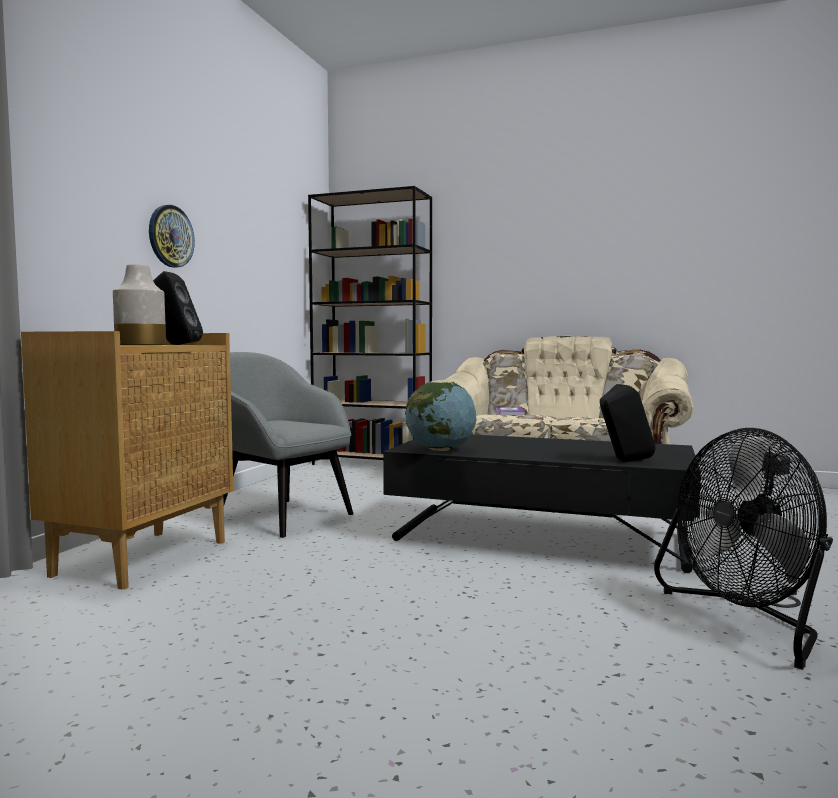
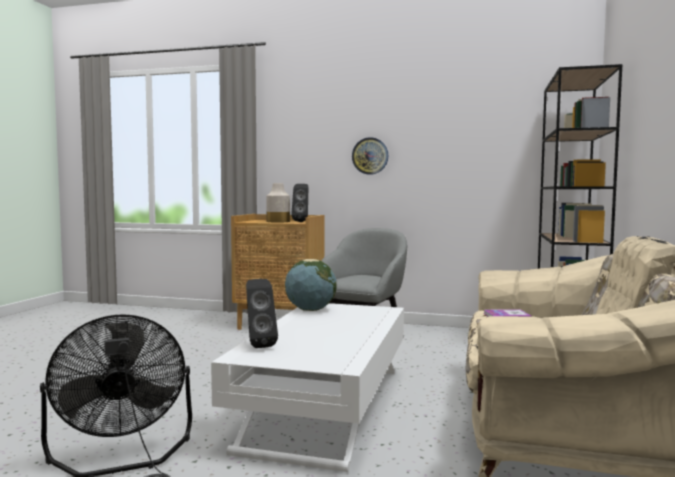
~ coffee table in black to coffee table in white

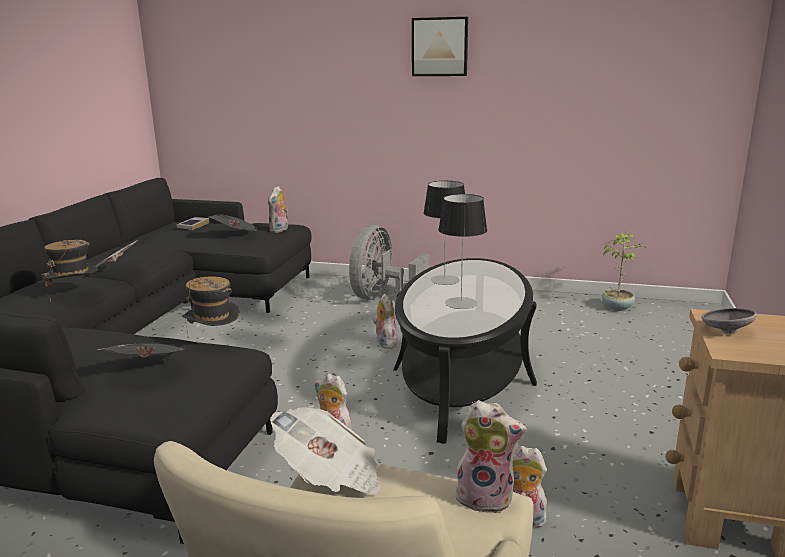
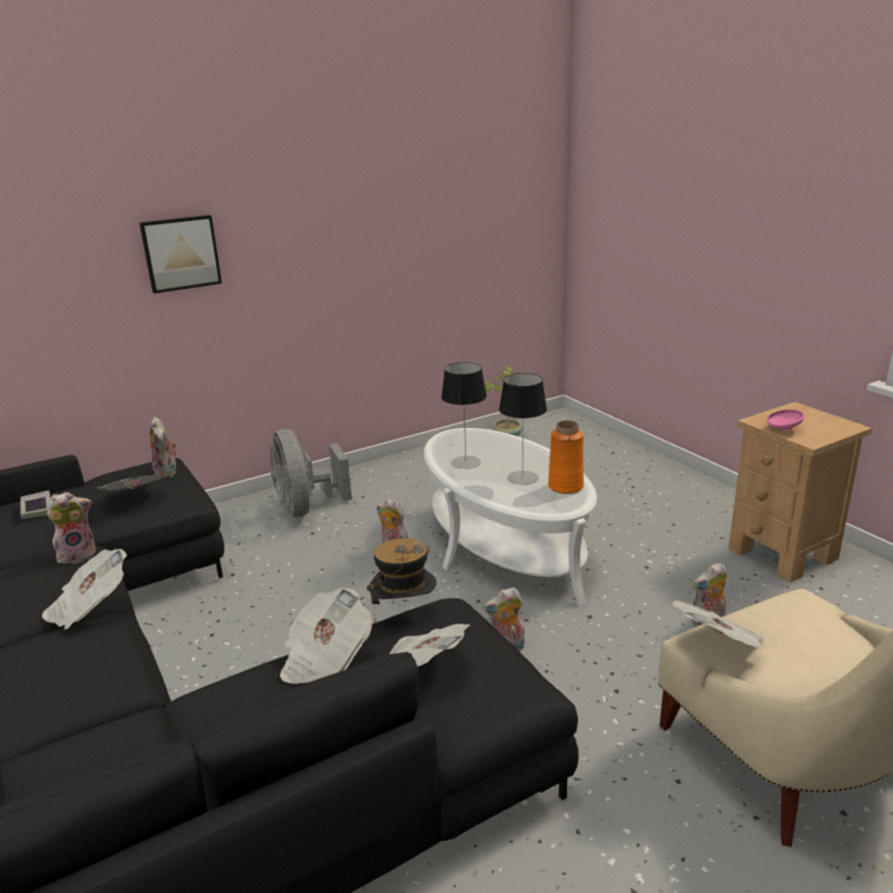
~ picture
- hat (1st from left)
~ coffee table in black to coffee table in white
~ bowl in grey to bowl in pink
~ plush toy (4th from left in the first image) to plush toy (1st from left)
+ vase in orange
+ newspaper (3rd from left)

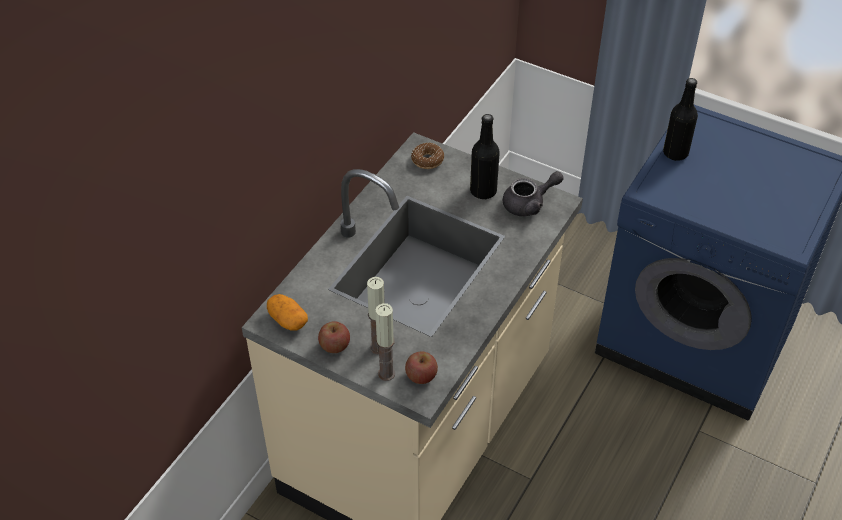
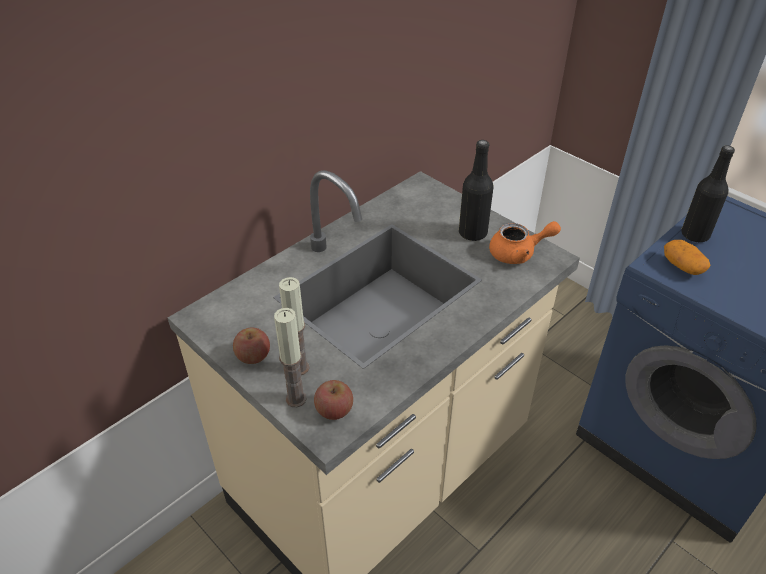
- donut
~ teapot in grey to teapot in orange
~ potato

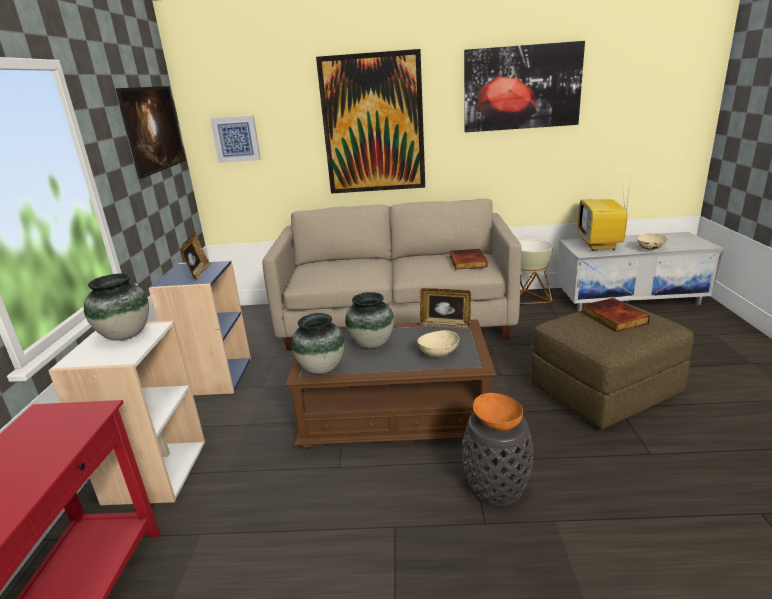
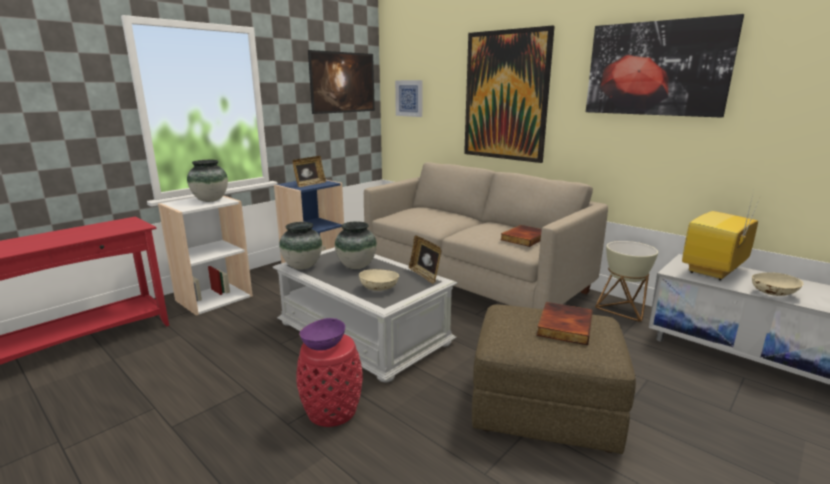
~ coffee table in brown to coffee table in white
~ bowl in orange to bowl in purple
~ stool in grey to stool in red

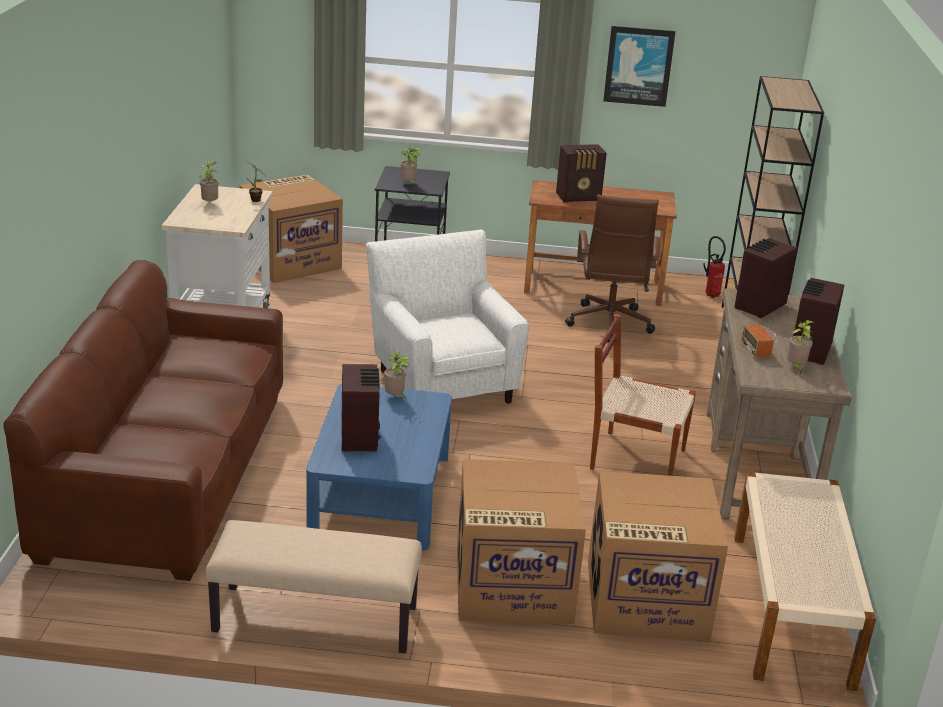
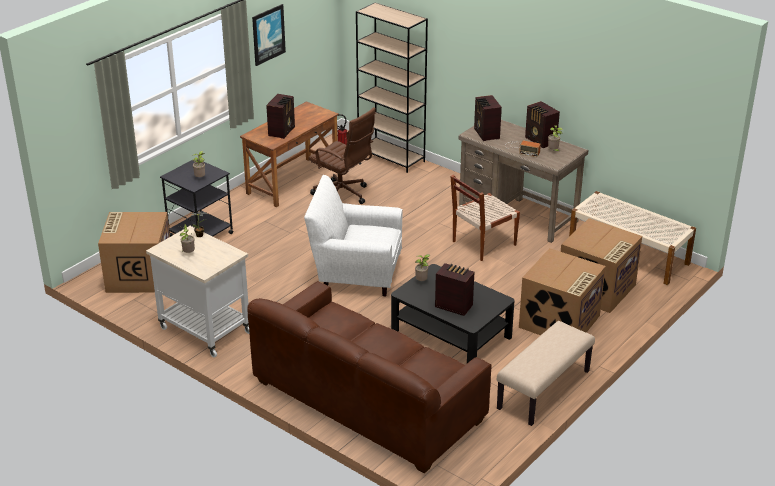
~ coffee table in blue to coffee table in black

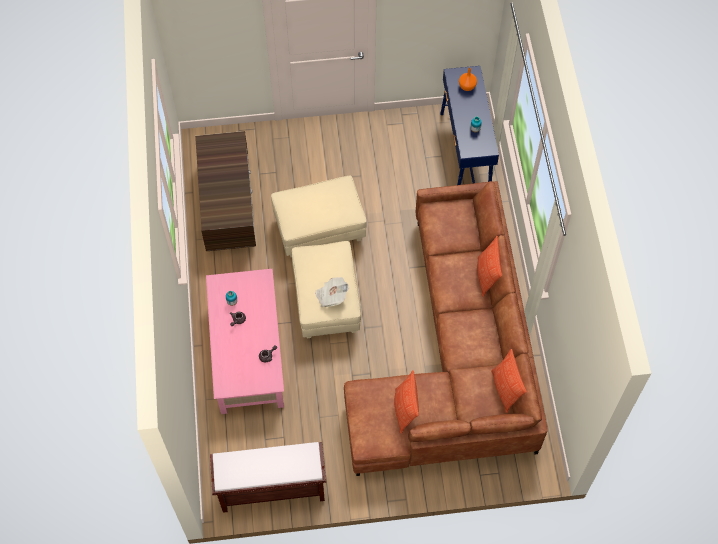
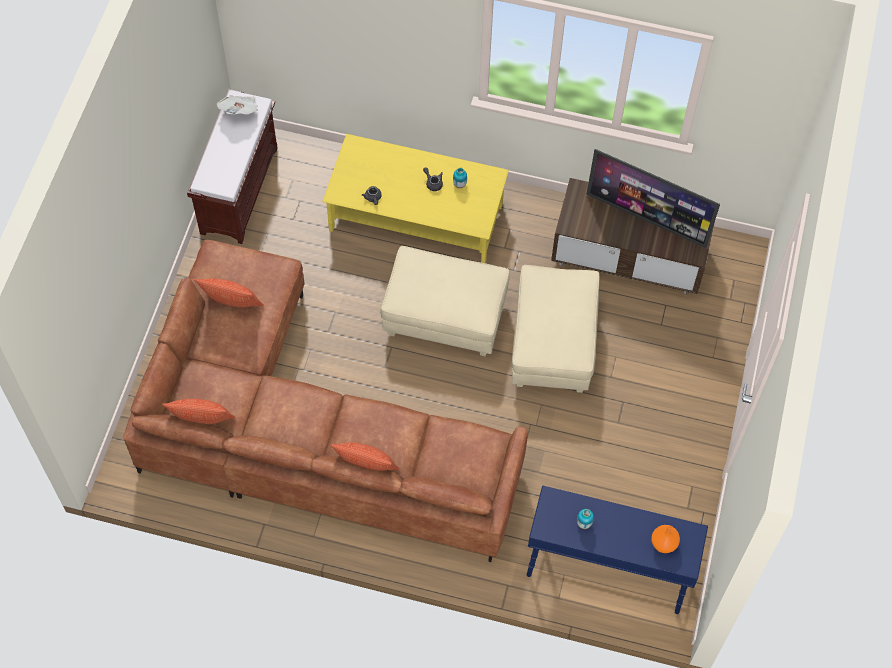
~ coffee table in pink to coffee table in yellow
~ newspaper
+ television

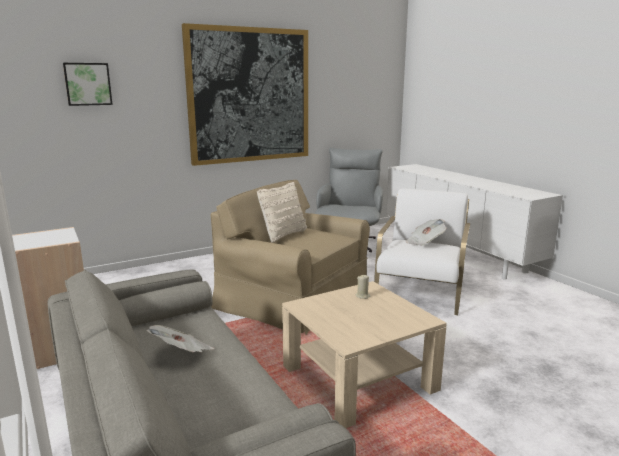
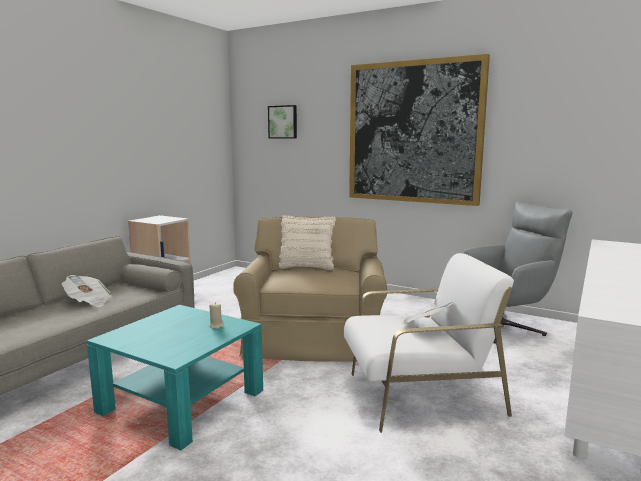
~ coffee table in beige to coffee table in turquoise

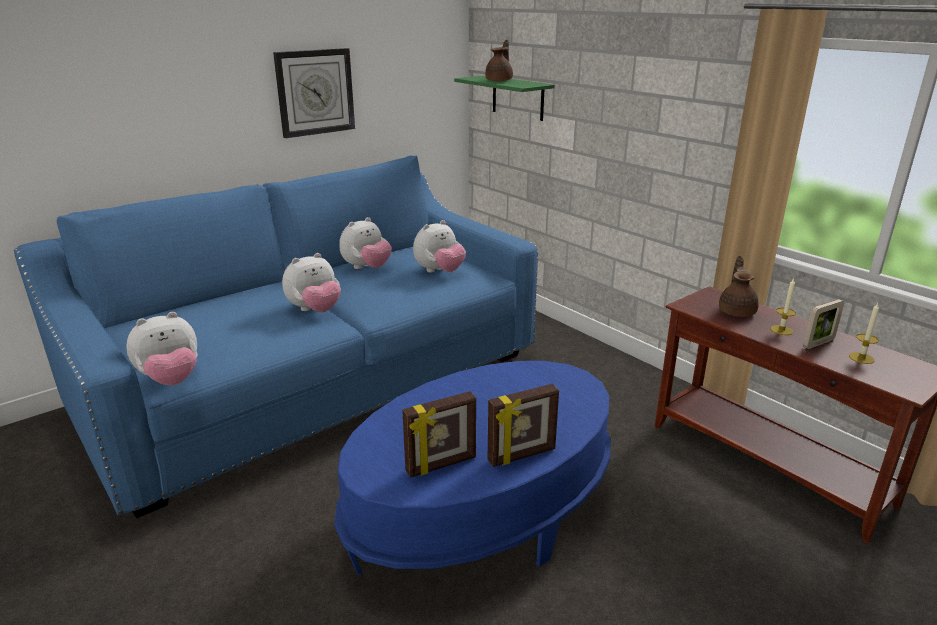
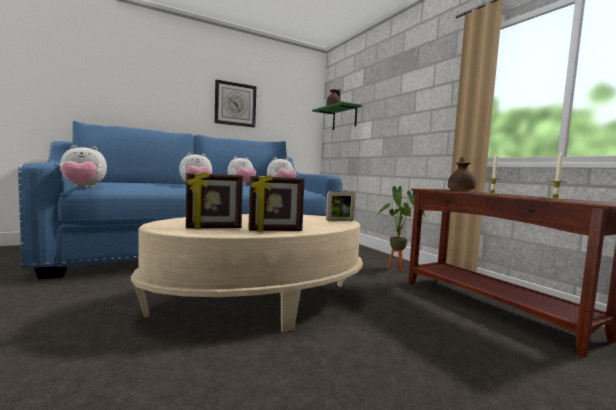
~ picture frame (3rd from left)
~ coffee table in blue to coffee table in beige
+ potted plant

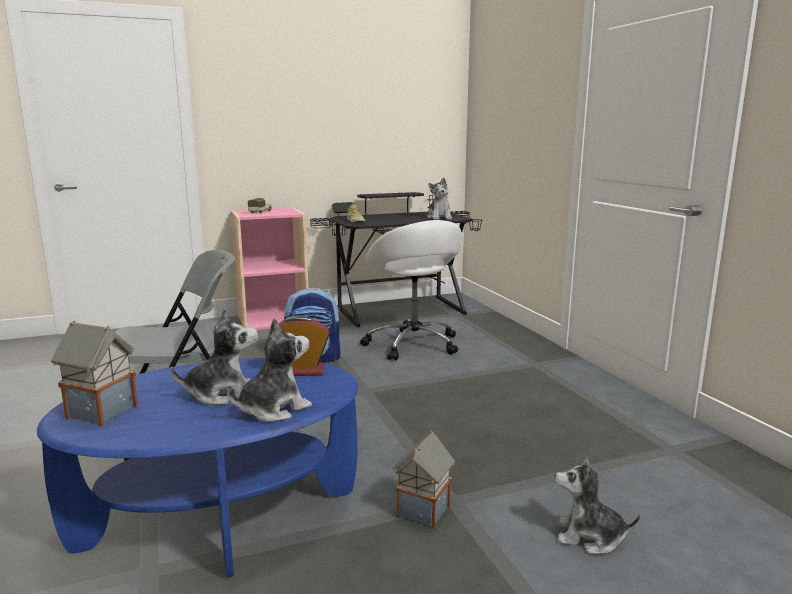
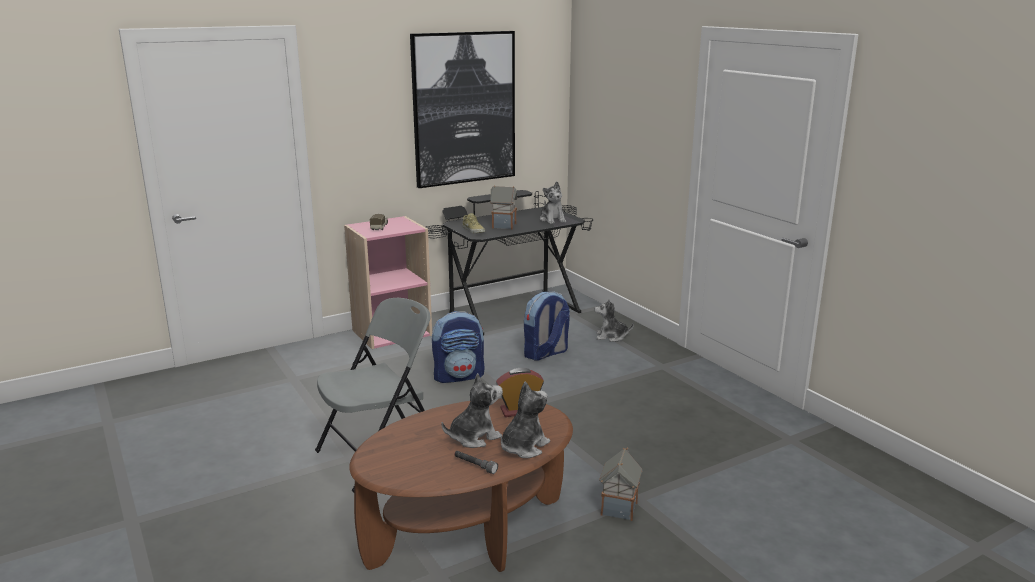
~ office chair in white to backpack (2nd from left)
~ toy house (1st from left)
~ coffee table in blue to coffee table in brown
~ plush toy (4th from left)
+ picture
+ flashlight in grey

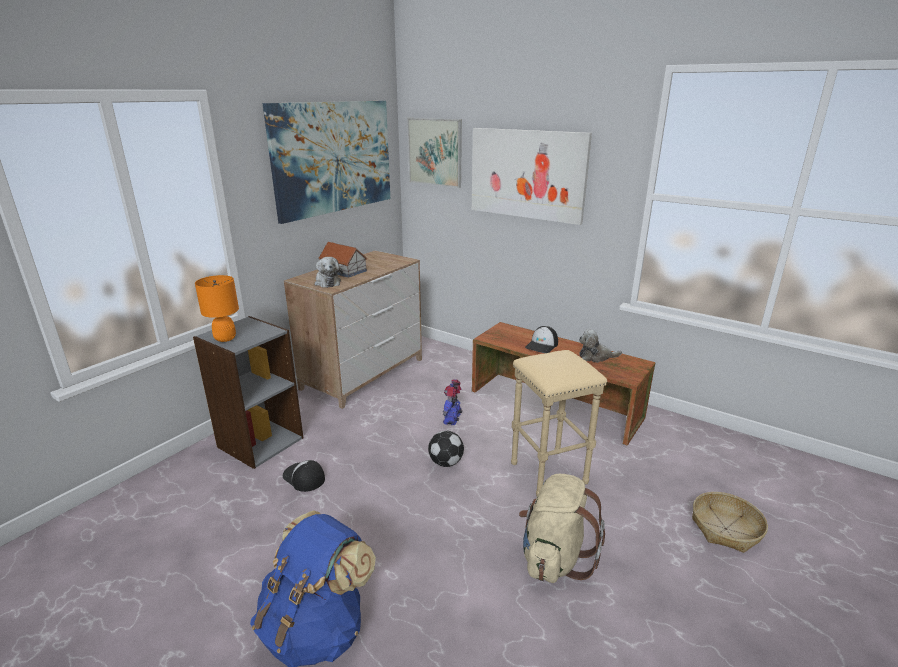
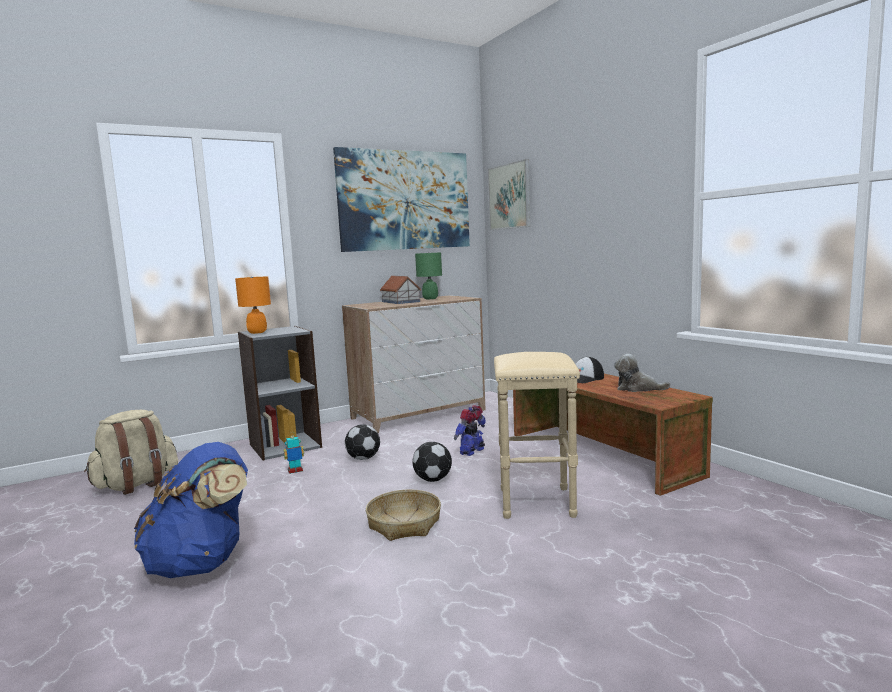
- picture (3rd from left)
- plush toy (1st from left)
~ cap (1st from left) to toy robot (1st from left)
~ backpack in beige
~ basket
+ table lamp in green
+ football (1st from left)

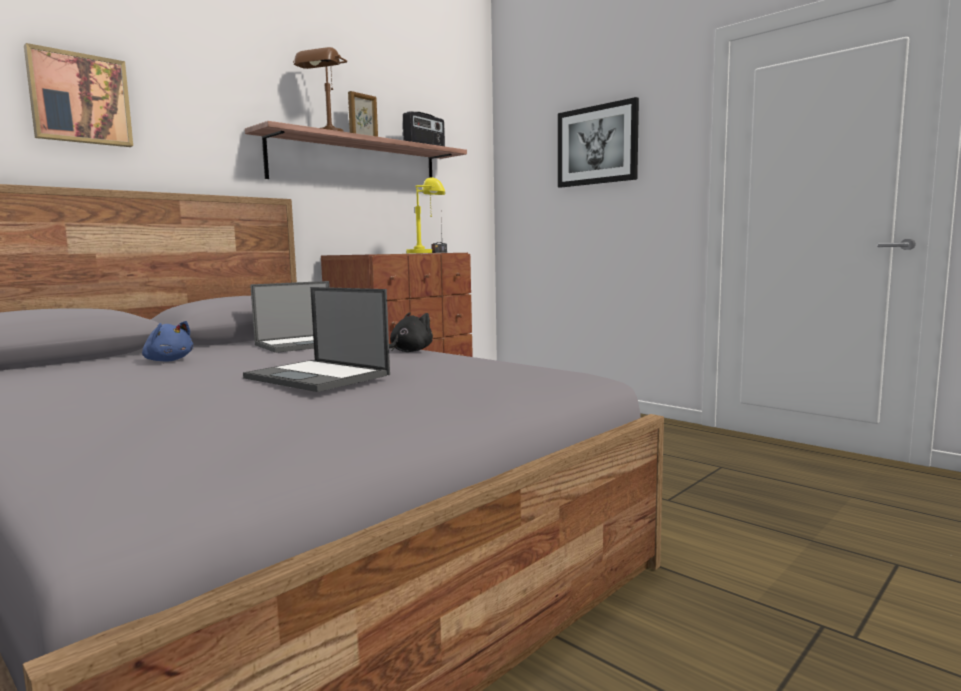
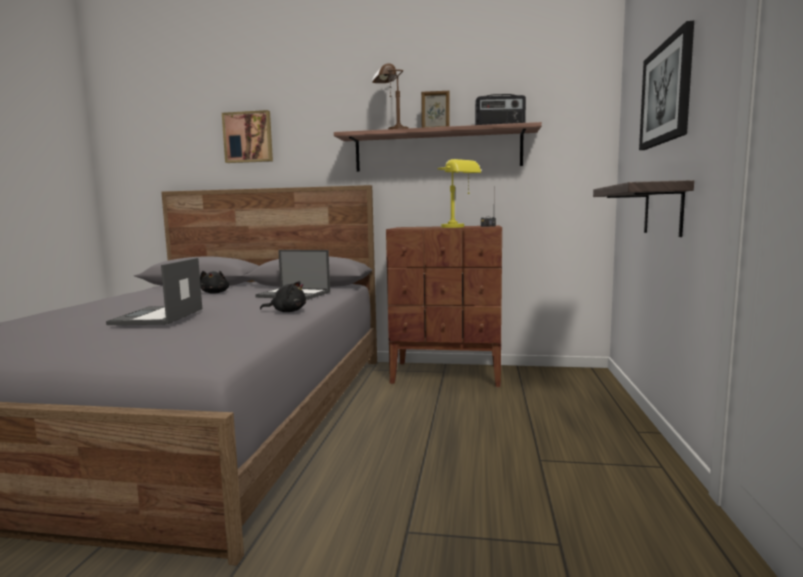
~ plush toy in blue to plush toy in black (1st from left)
+ shelf (2nd from left)

